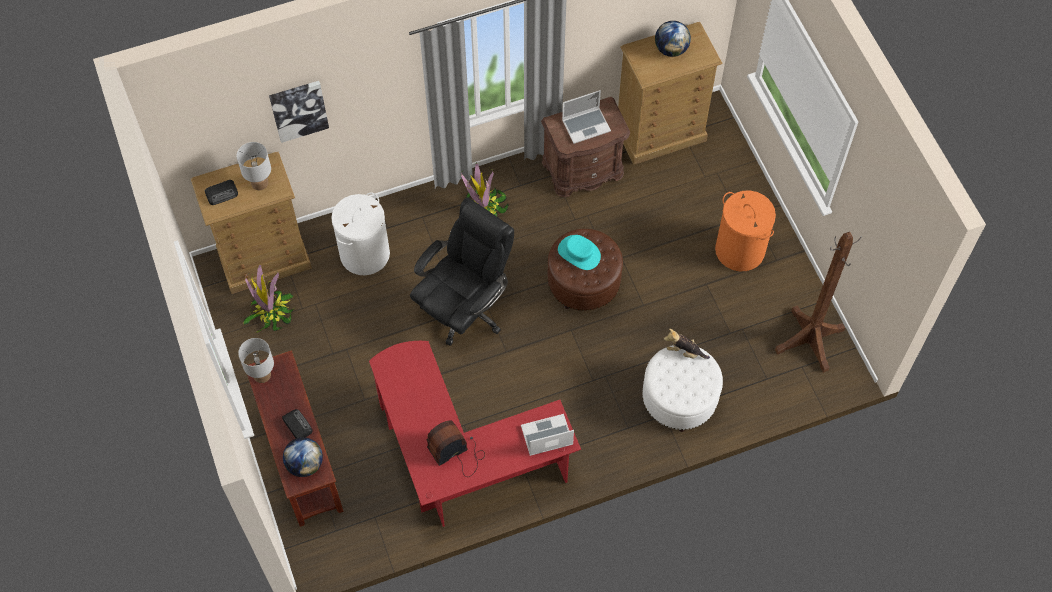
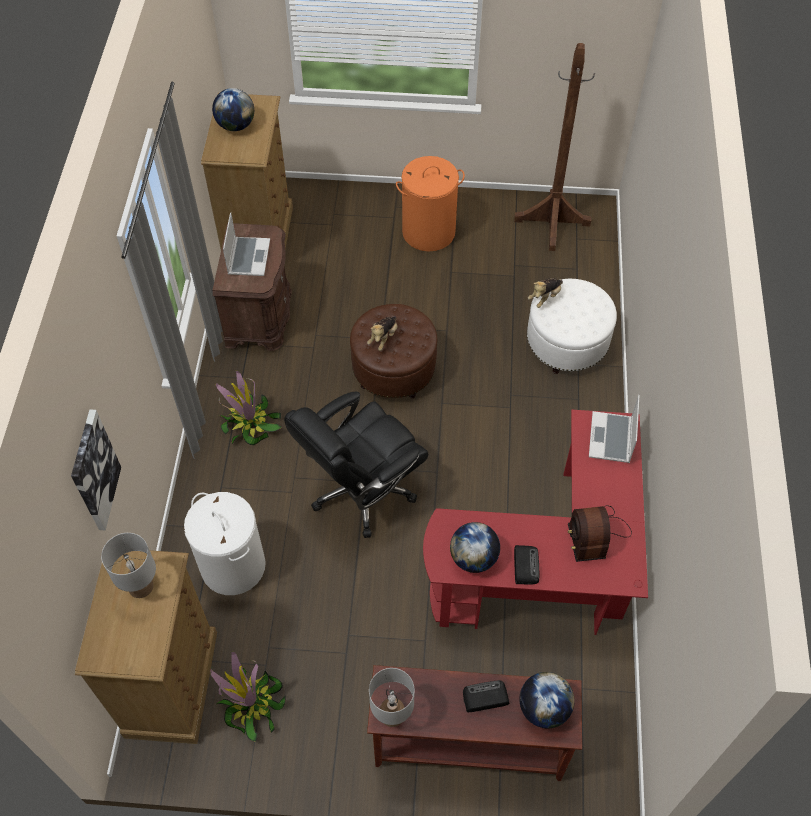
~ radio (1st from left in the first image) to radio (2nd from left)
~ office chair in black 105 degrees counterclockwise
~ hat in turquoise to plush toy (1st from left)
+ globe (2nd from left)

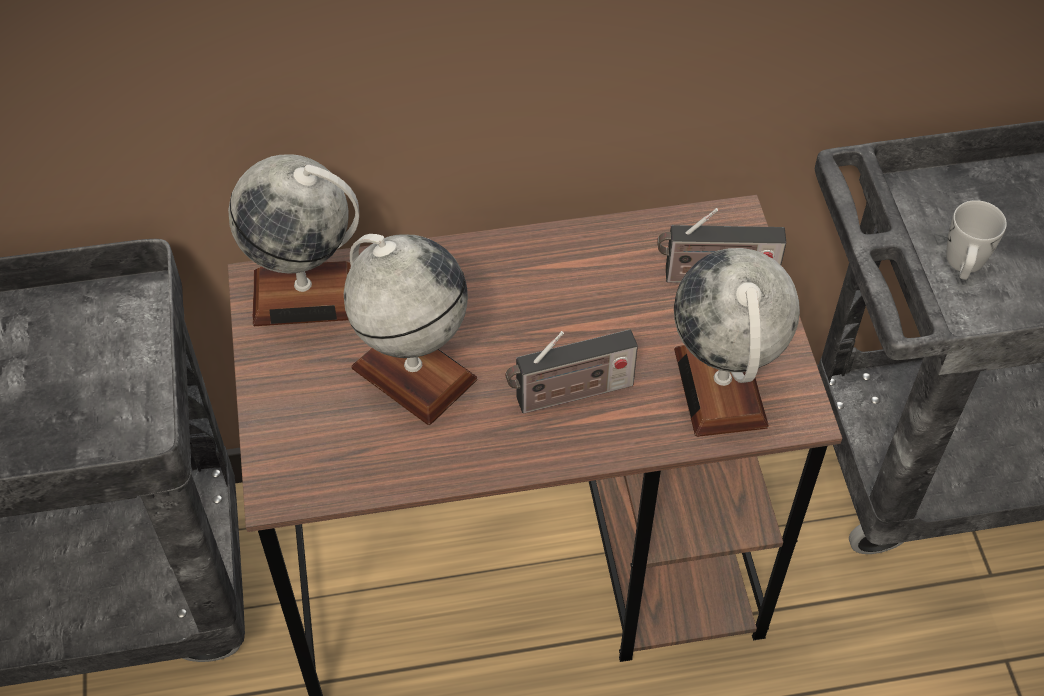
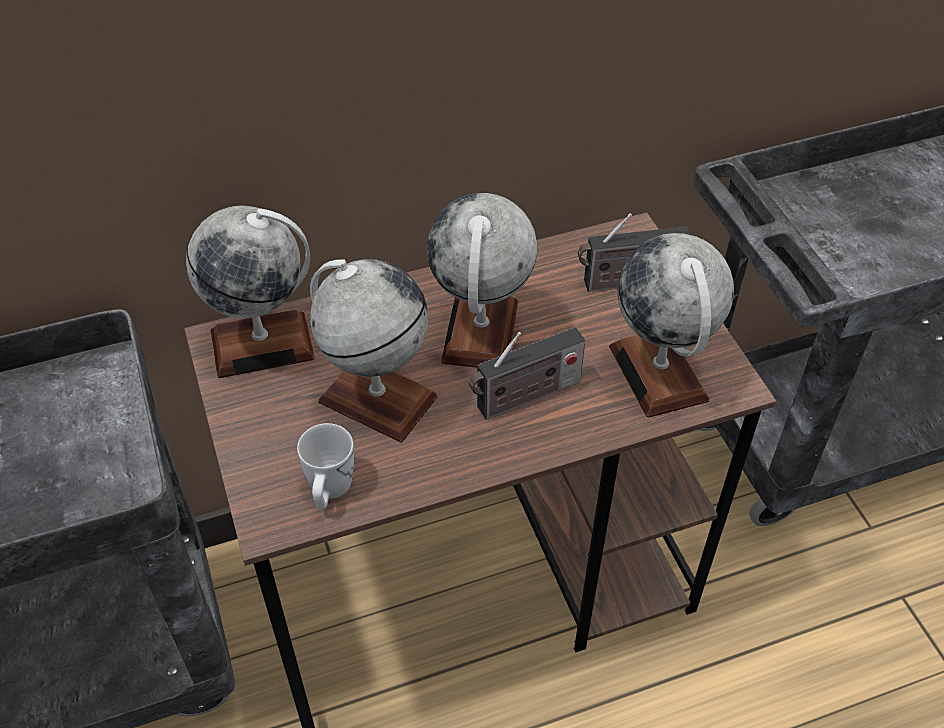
~ mug in white
+ globe (3rd from left)

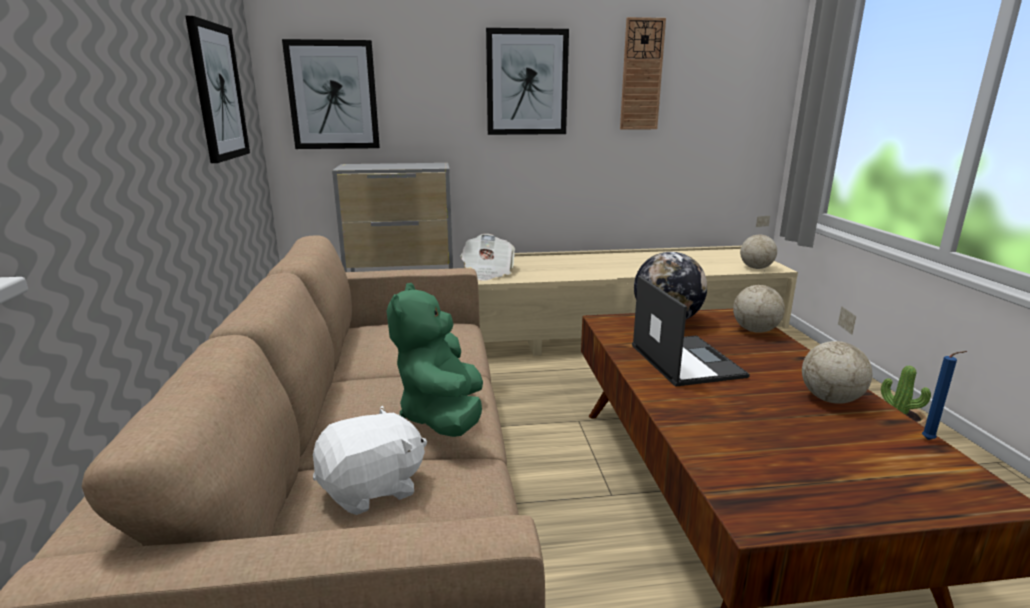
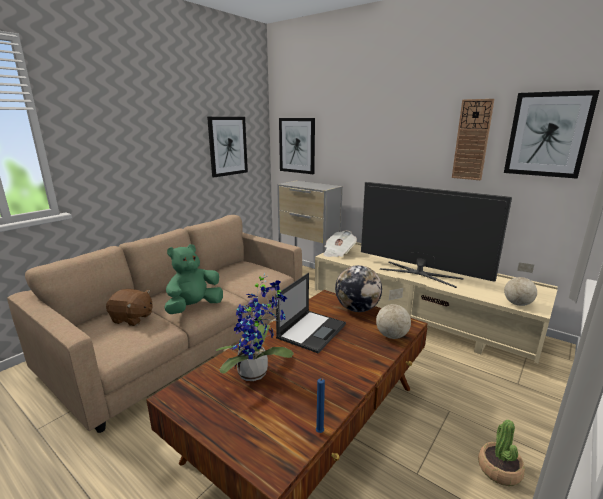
~ picture (3rd from left)
- globe (4th from left)
~ plush toy in white to plush toy in brown
+ television
+ potted plant (1st from left)

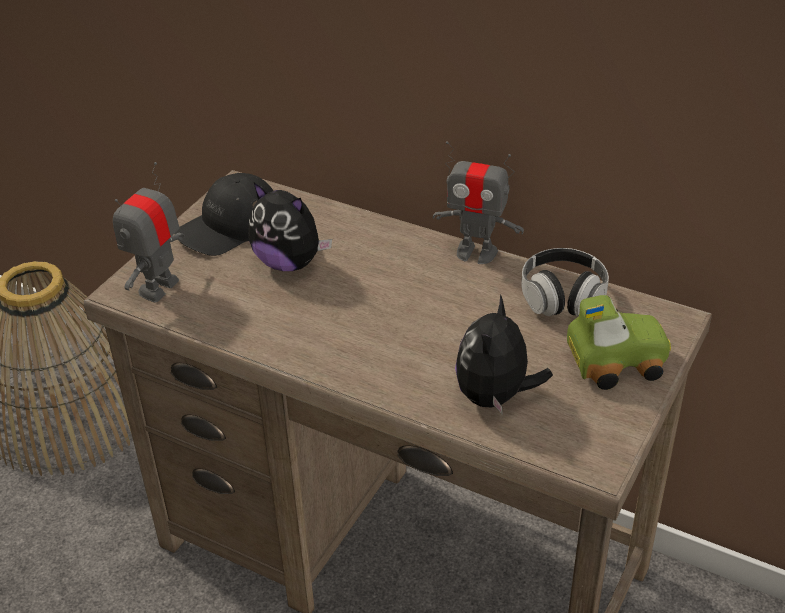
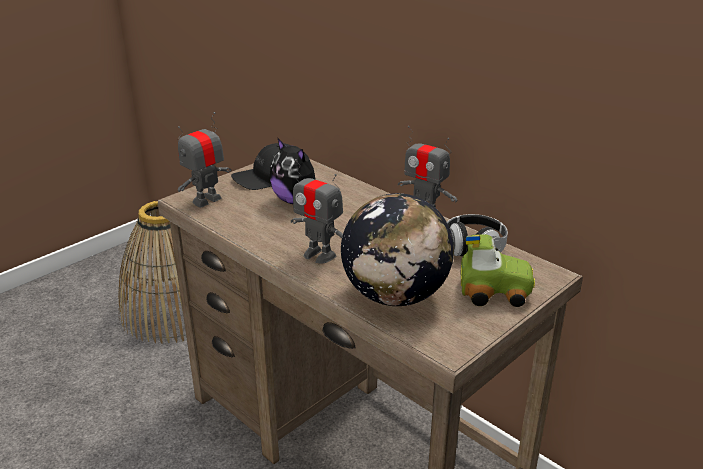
~ plush toy (2nd from left) to globe
+ toy robot (2nd from left)

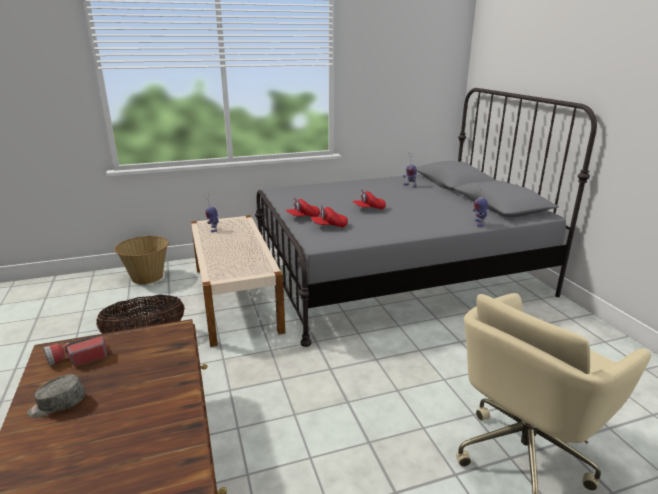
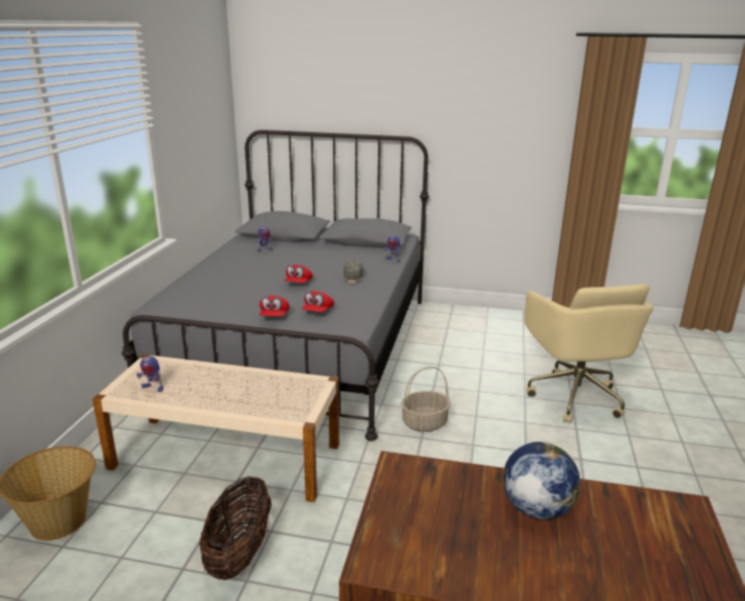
- flashlight
~ cap in grey
+ basket (3rd from left)
+ globe

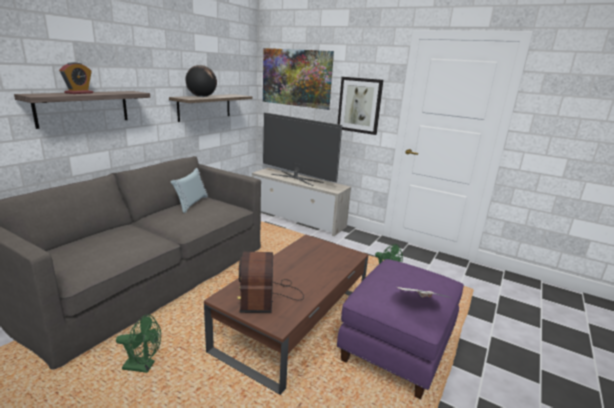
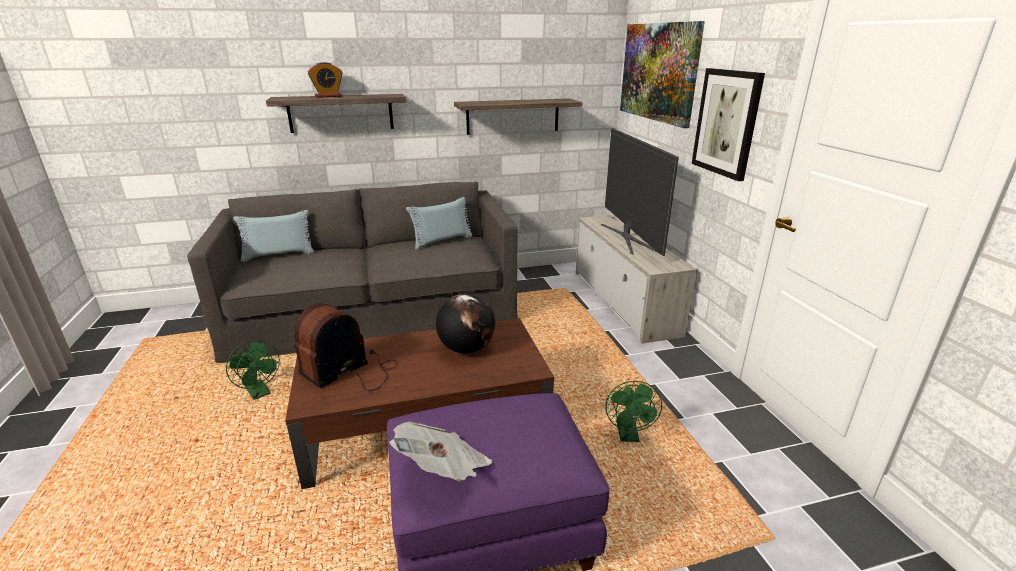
~ globe
+ pillow in blue (1st from left)

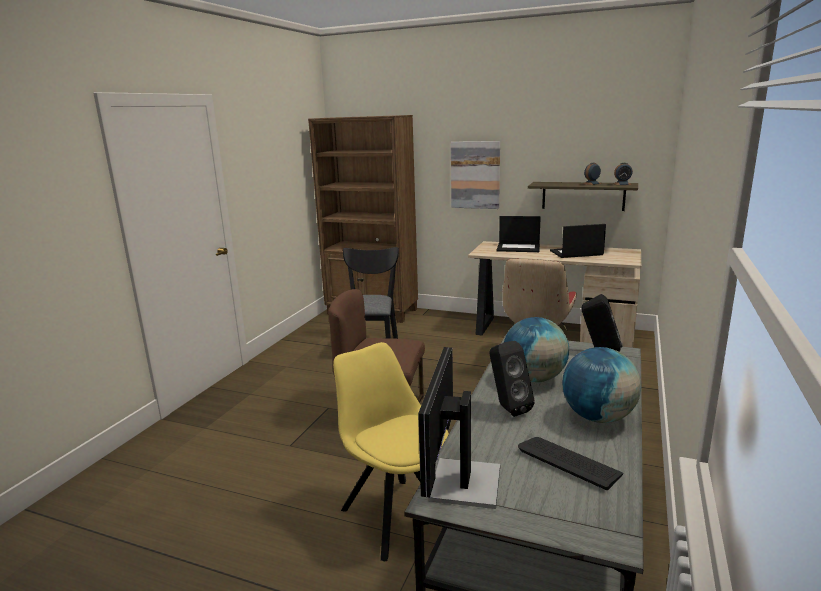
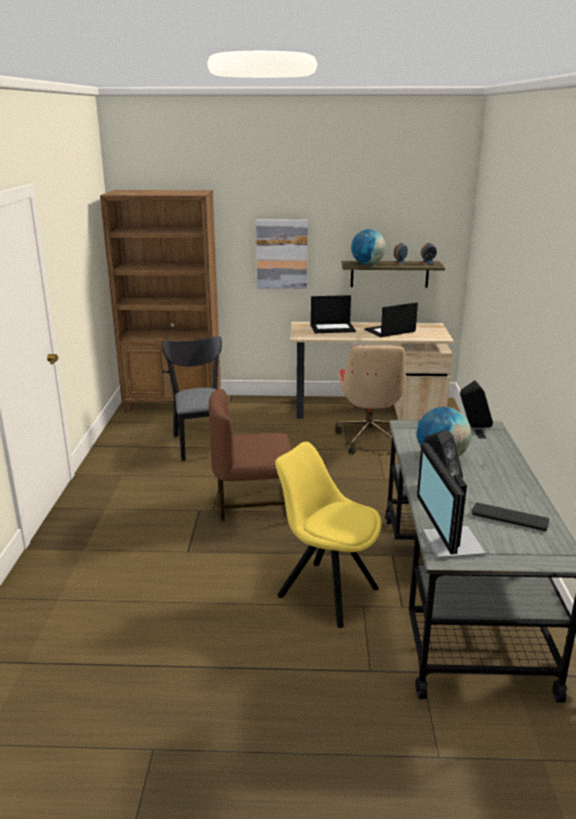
~ globe (2nd from left in the first image) to globe (1st from left)

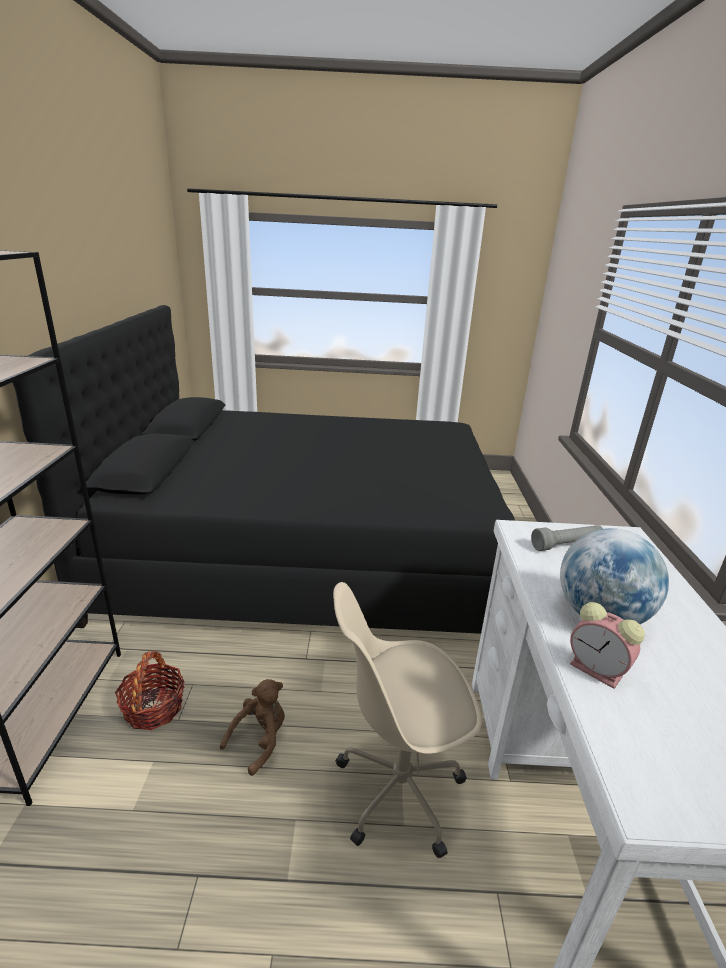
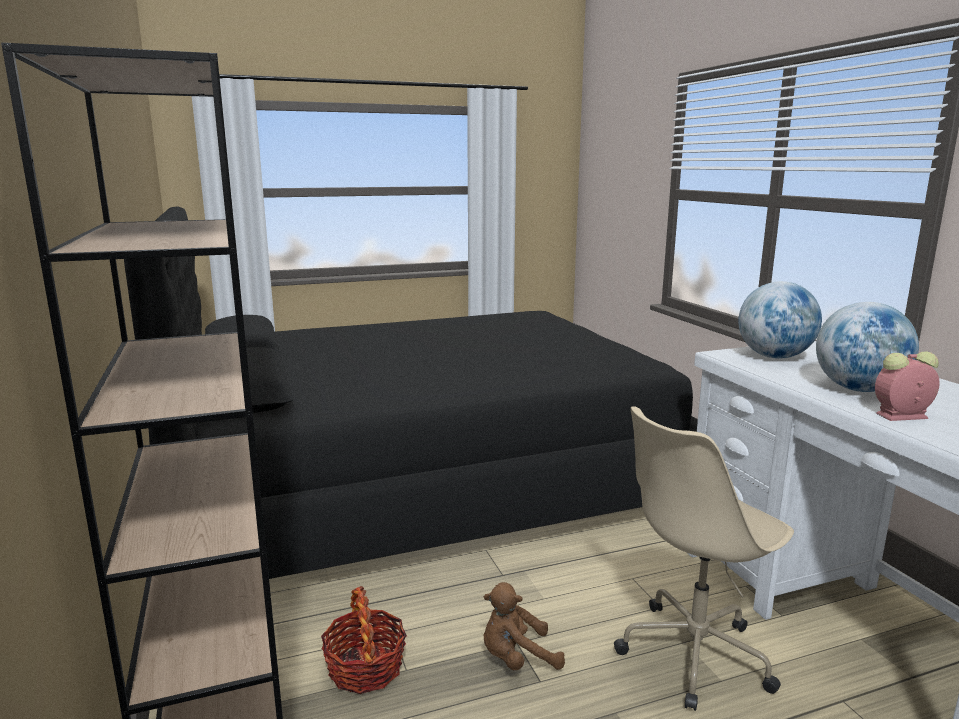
~ flashlight in grey to globe (1st from left)
~ alarm clock 150 degrees clockwise
~ plush toy in brown 120 degrees counterclockwise

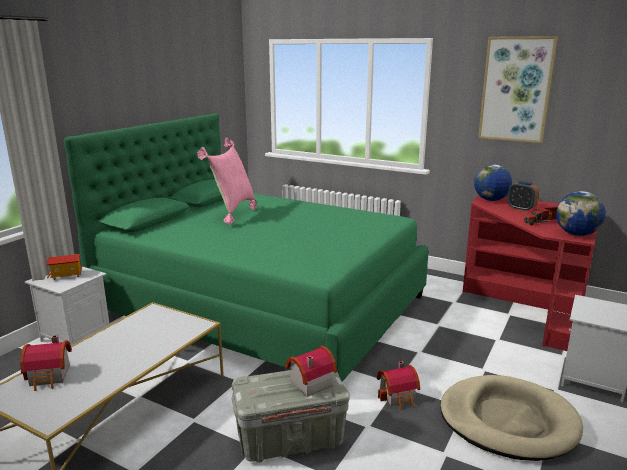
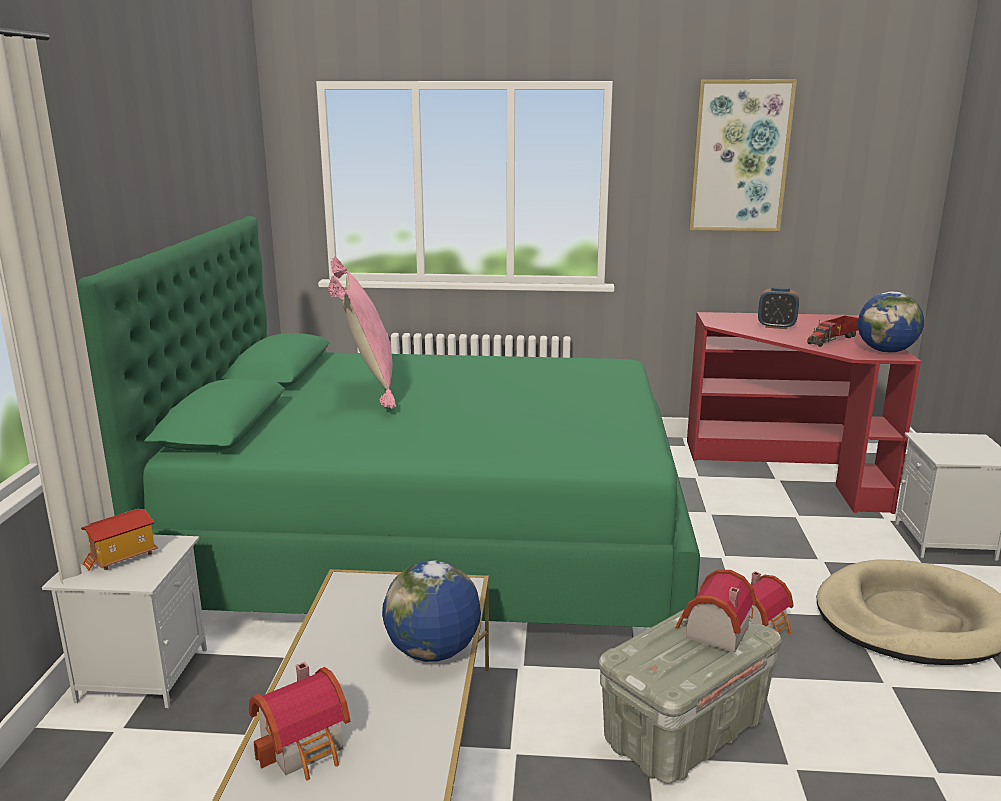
~ globe (1st from left)

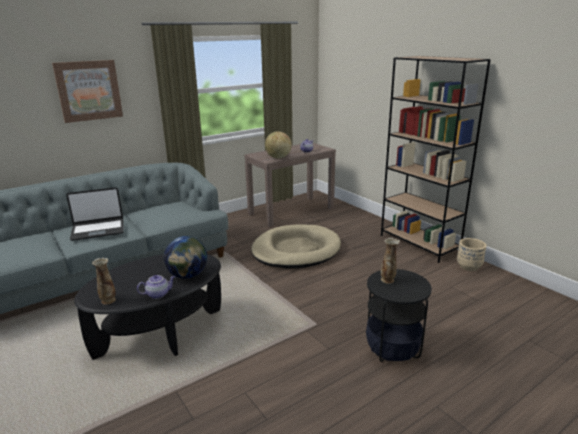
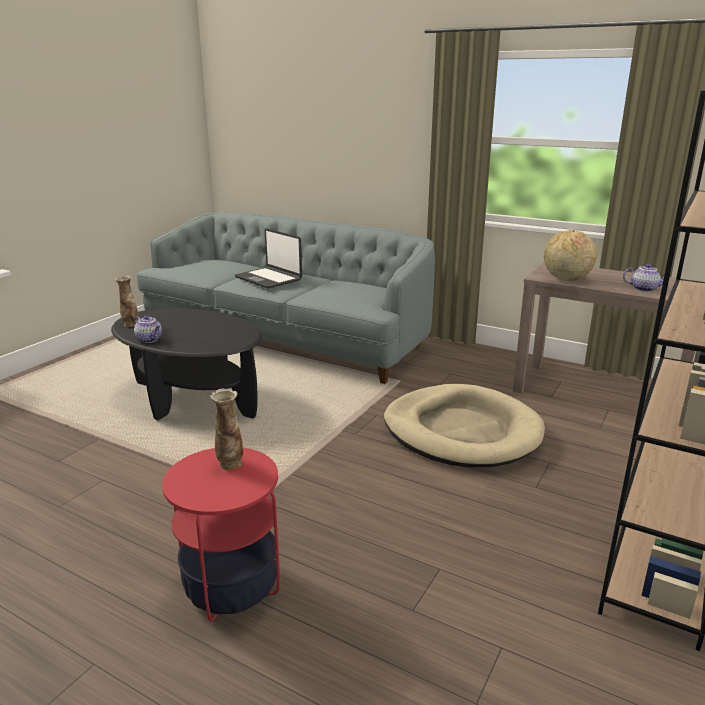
- picture
- globe (1st from left)
- planter in beige
~ side table in black to side table in red

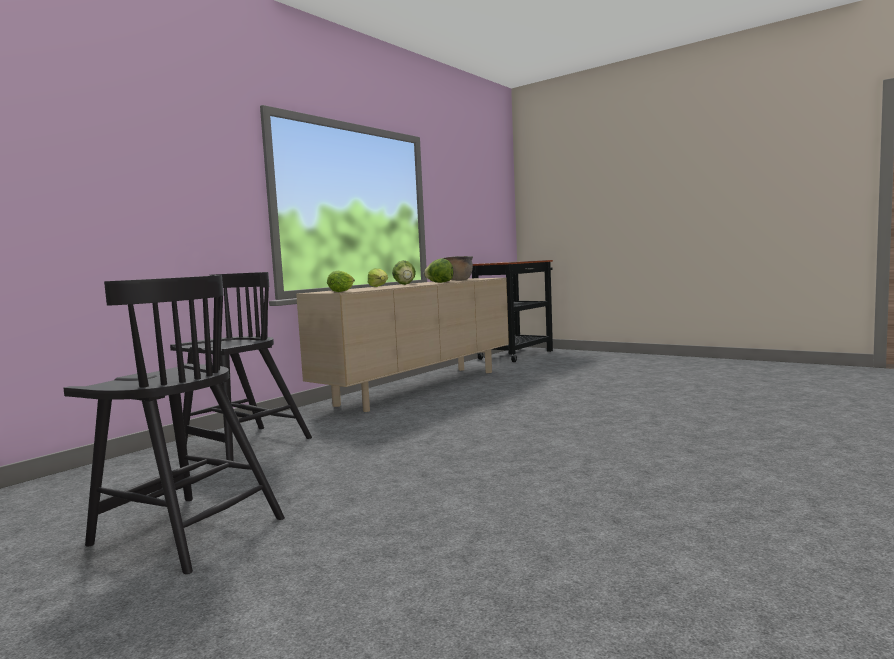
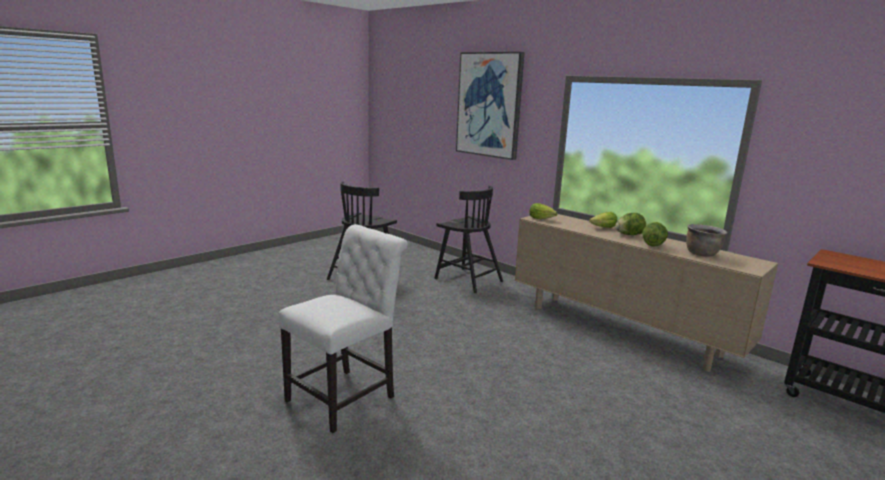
+ picture
+ chair in white

